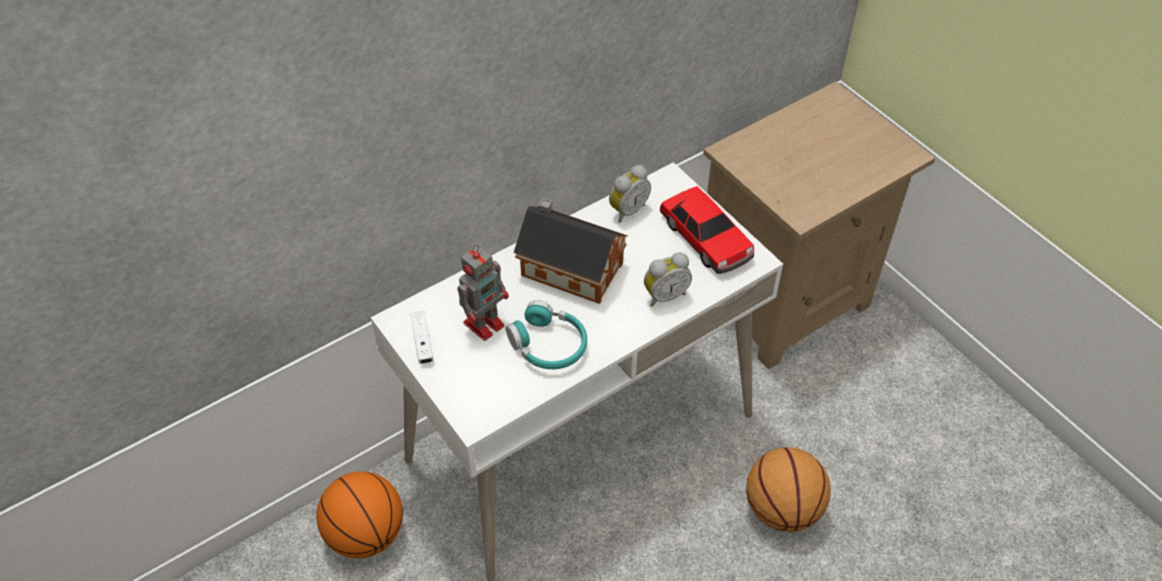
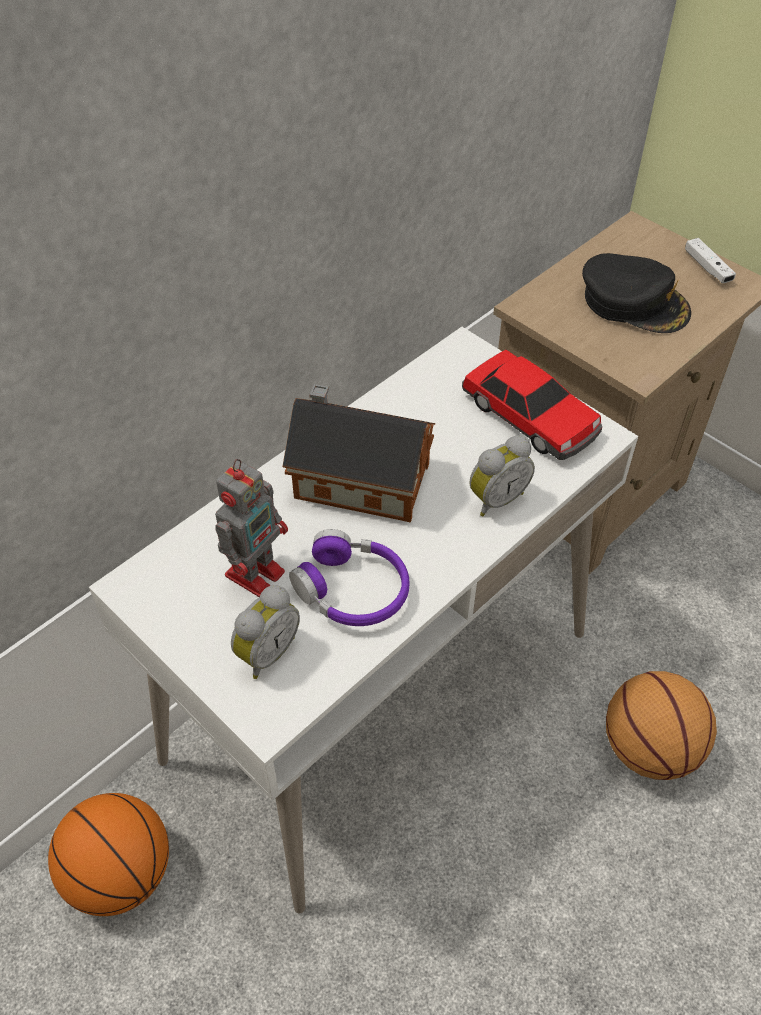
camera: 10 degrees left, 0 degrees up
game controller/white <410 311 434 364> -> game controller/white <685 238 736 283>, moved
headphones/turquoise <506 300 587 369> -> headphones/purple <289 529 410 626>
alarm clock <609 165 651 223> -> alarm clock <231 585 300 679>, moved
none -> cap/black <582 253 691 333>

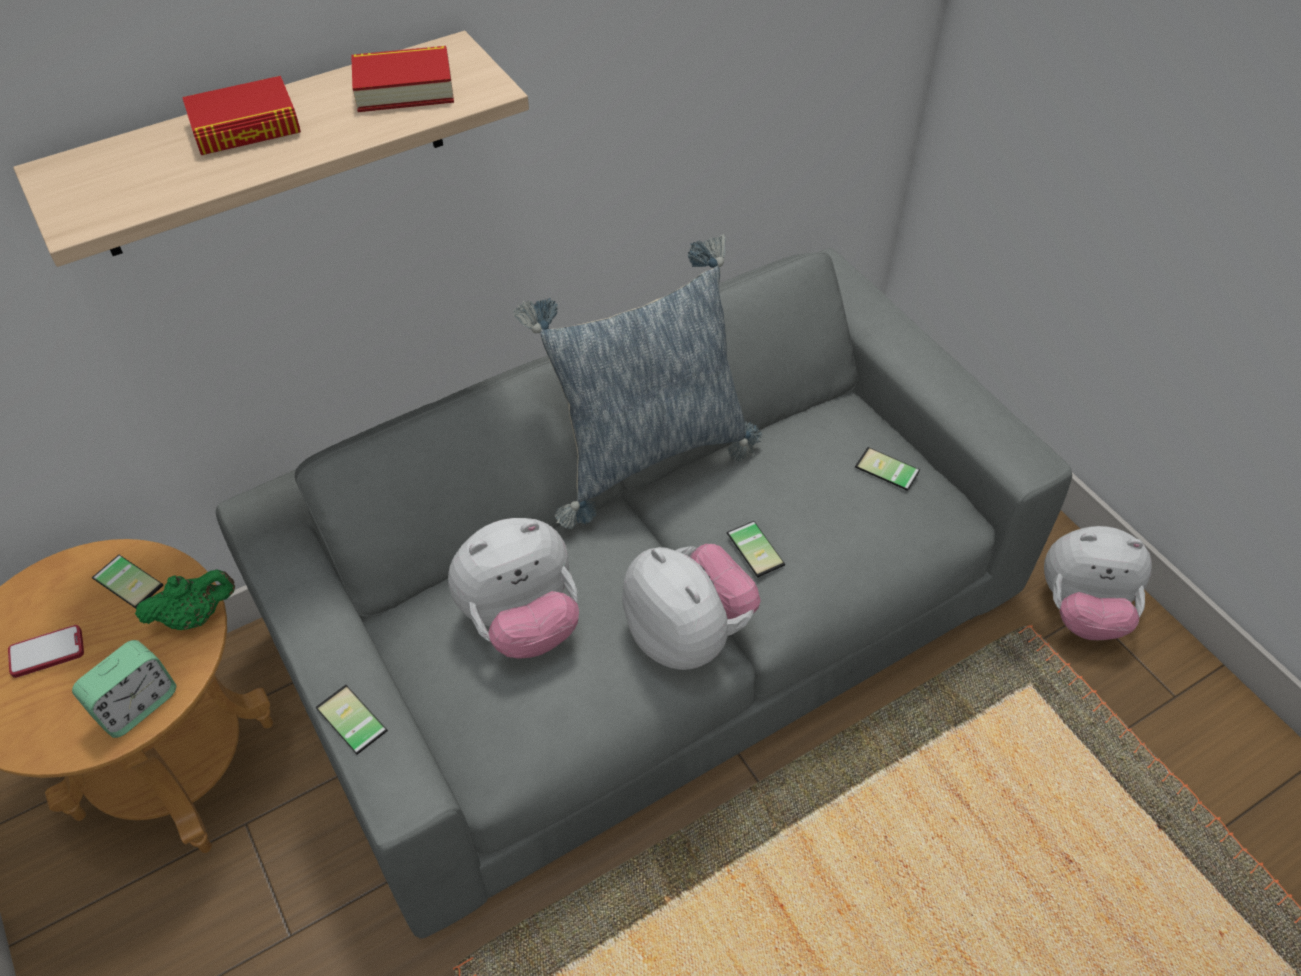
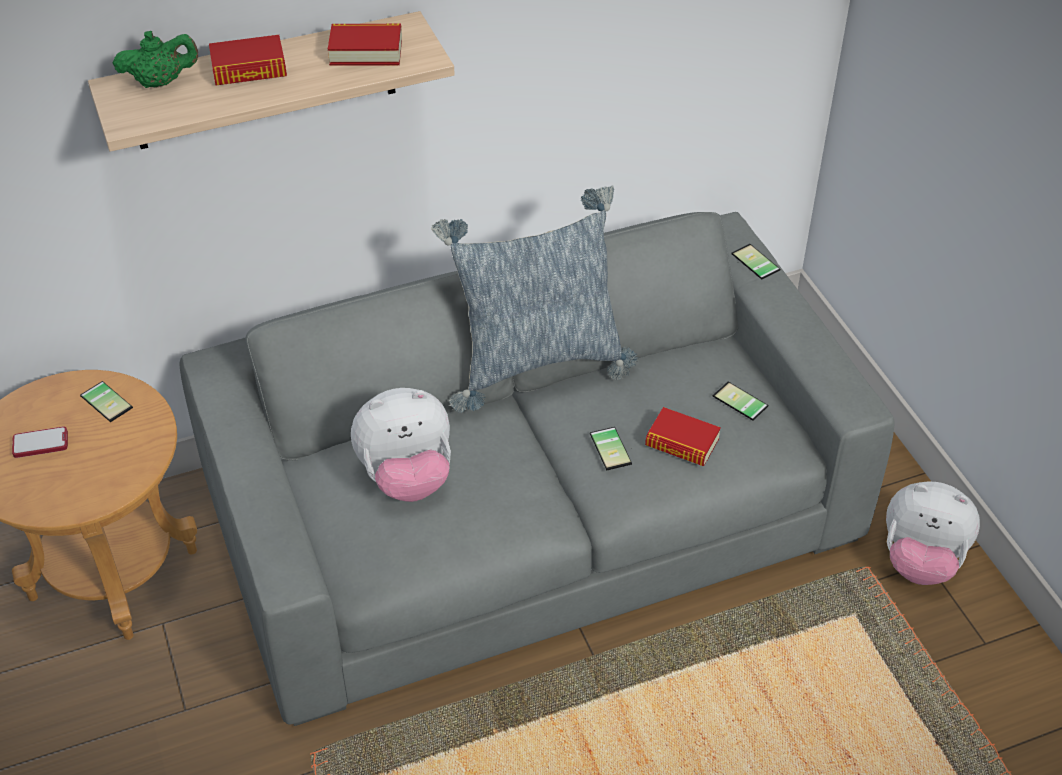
camera: 10 degrees right, 5 degrees down
alarm clock <72 640 176 738> -> none
teapot/green <135 569 235 630> -> teapot/green <113 30 198 88>, moved
phone <316 685 388 755> -> phone <731 244 780 280>, moved
plush toy <622 544 761 670> -> none
none -> book <645 407 721 466>

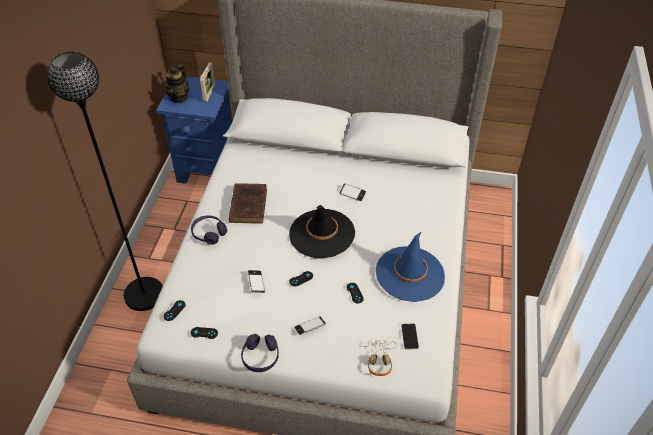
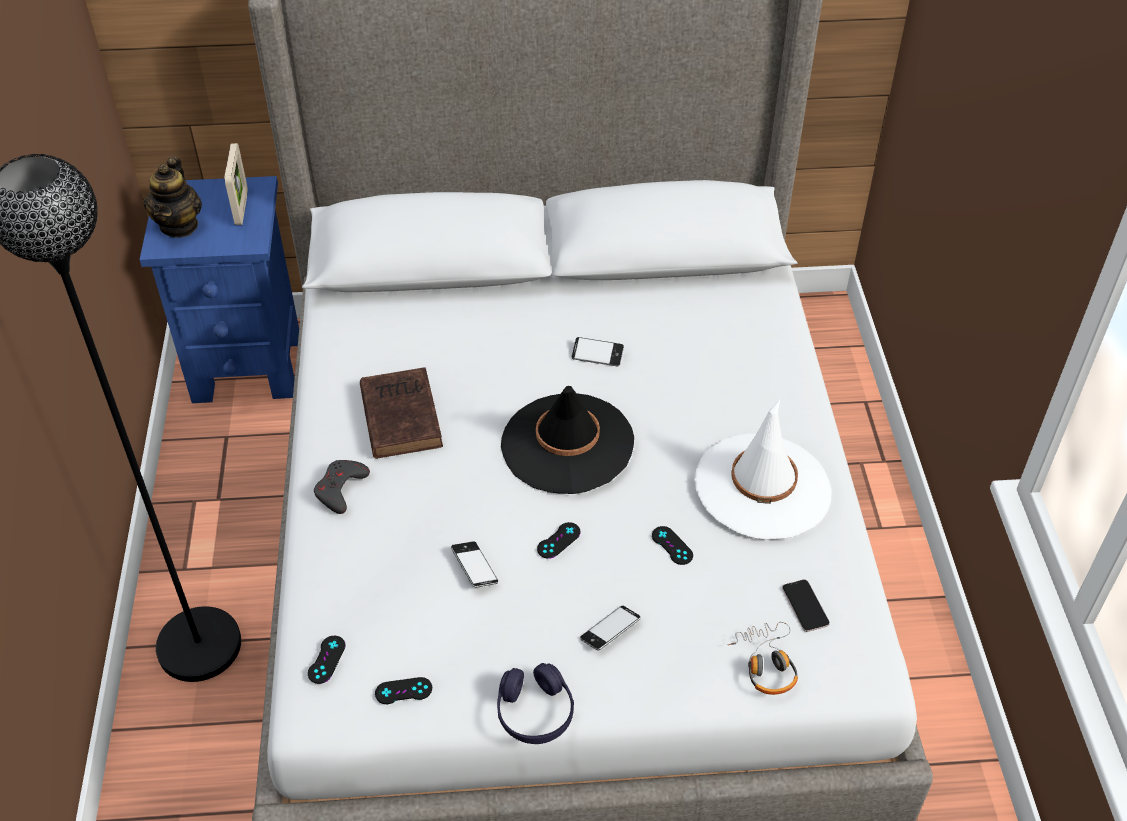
camera: 15 degrees left, 0 degrees up
headphones/purple <191 216 227 245> -> game controller/grey <314 460 370 514>
hat/blue <376 232 445 302> -> hat/white <694 400 832 540>

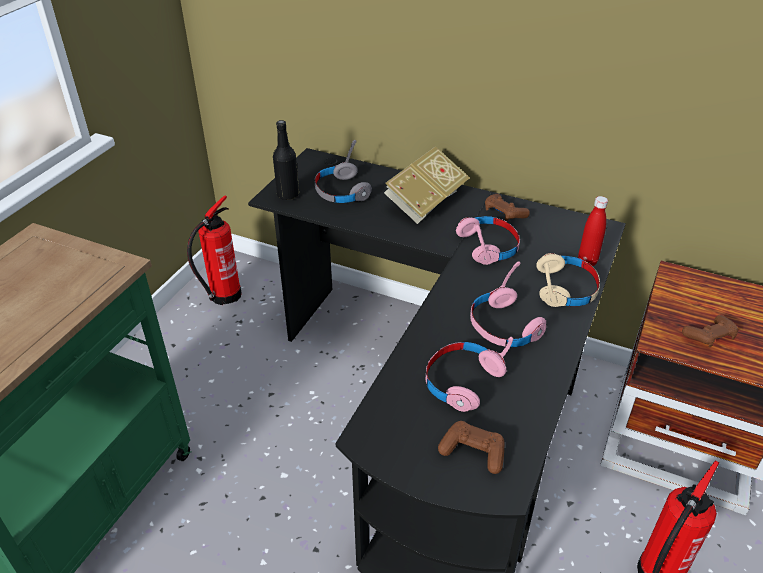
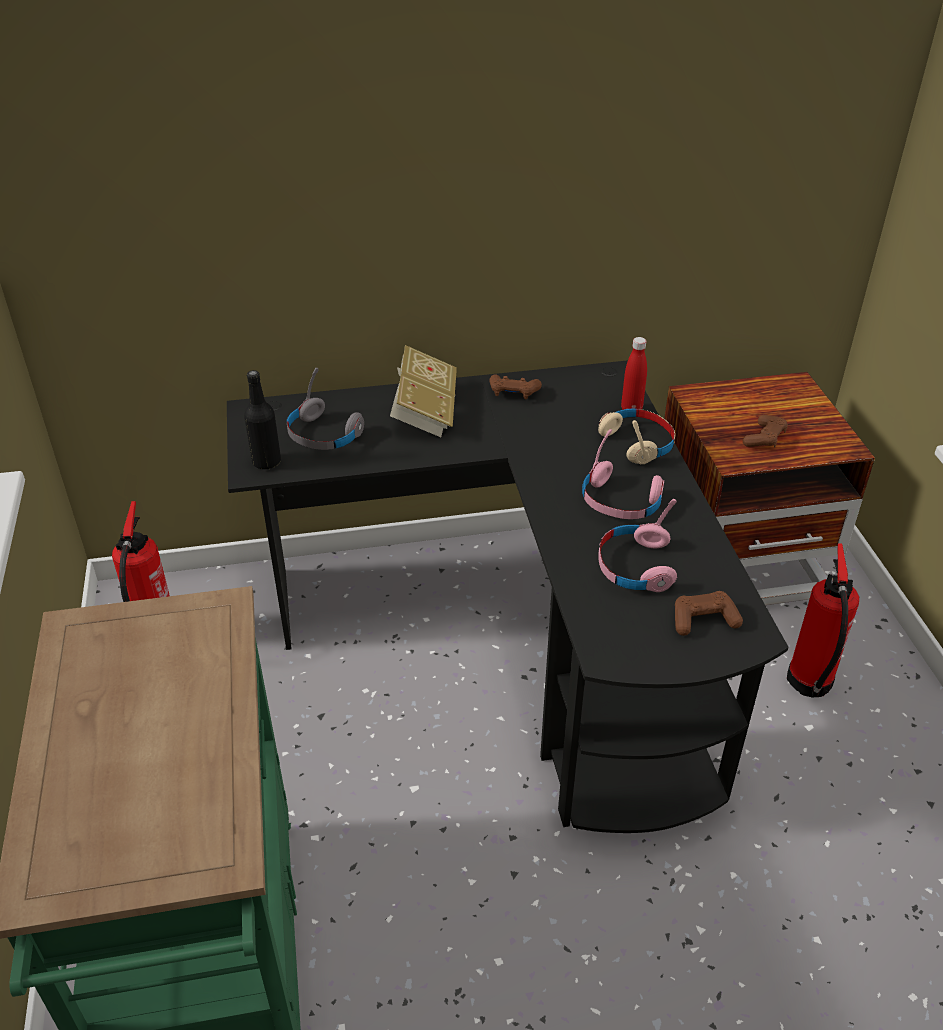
camera: 35 degrees left, 0 degrees up
headphones/pink <456 216 520 265> -> none

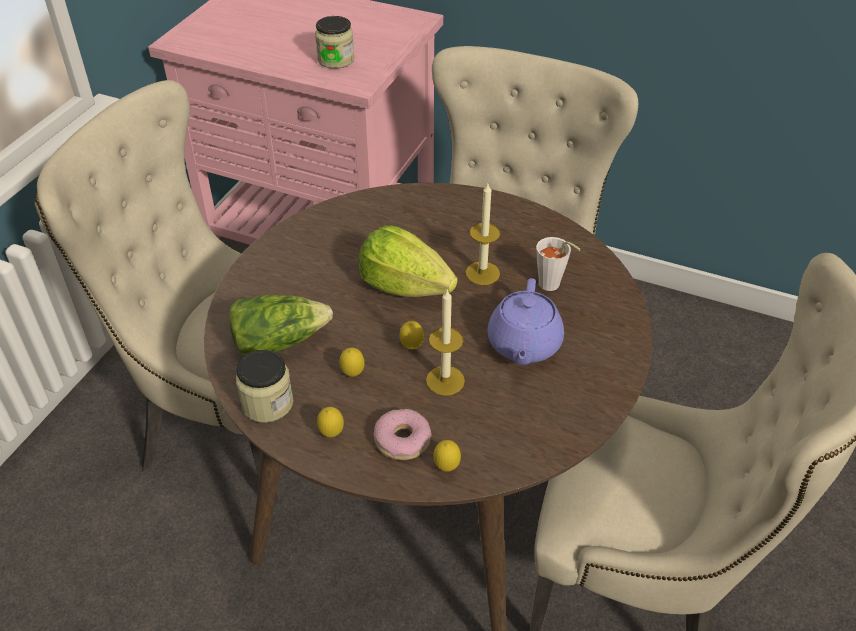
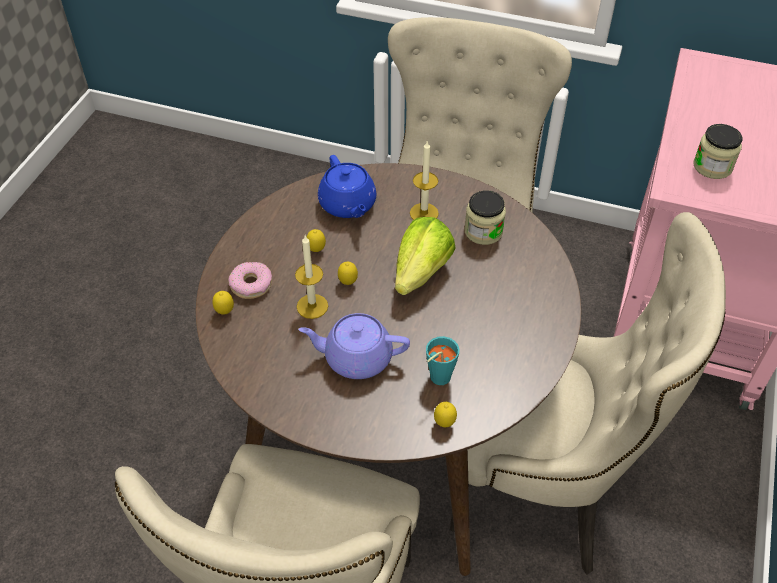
camera: 85 degrees right, 5 degrees up
lettuce <229 294 333 355> -> teapot/blue <318 155 376 218>
jar <236 350 294 423> -> jar <464 190 506 245>, moved
lemon <317 407 344 437> -> lemon <434 402 457 427>, moved
candle <466 184 500 285> -> candle <410 140 439 220>, moved
cup/white <536 237 581 291> -> cup/turquoise <426 336 460 385>

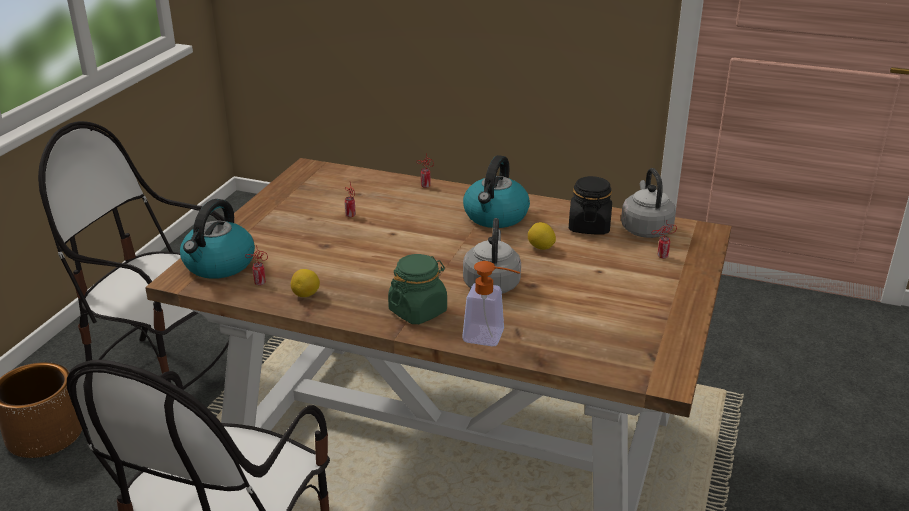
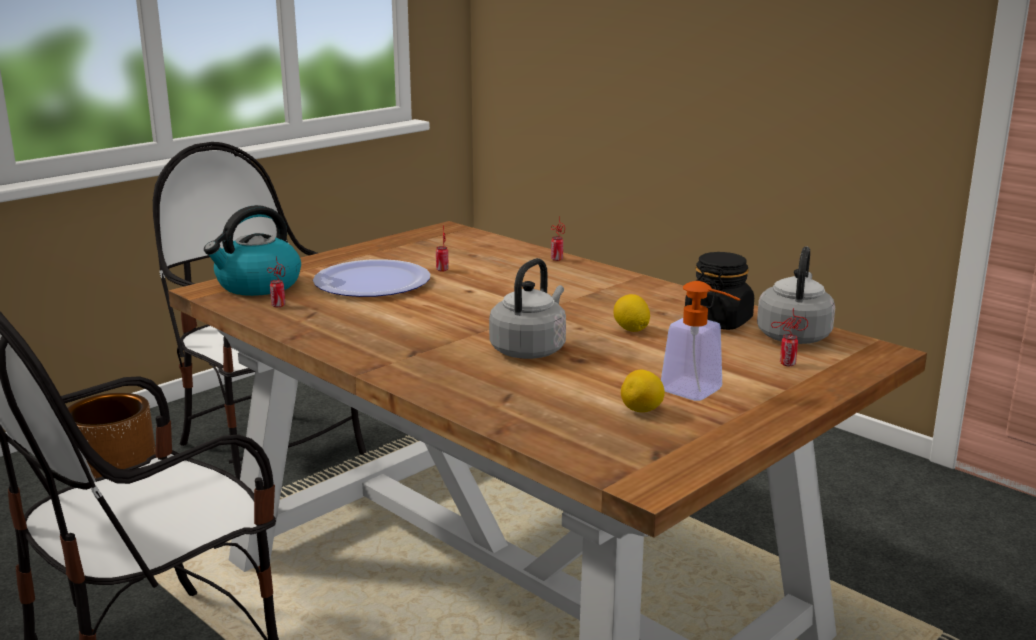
camera: 25 degrees right, 10 degrees down
lemon <291 269 320 297> -> lemon <621 370 665 412>, moved
jar/green <388 254 447 324> -> none
soap dispenser <462 261 520 347> -> soap dispenser <661 281 740 401>, moved
kettle <463 155 530 228> -> none
none -> plate <313 259 430 297>

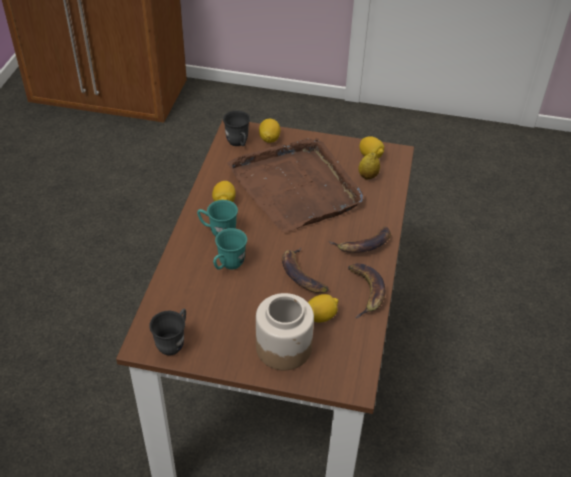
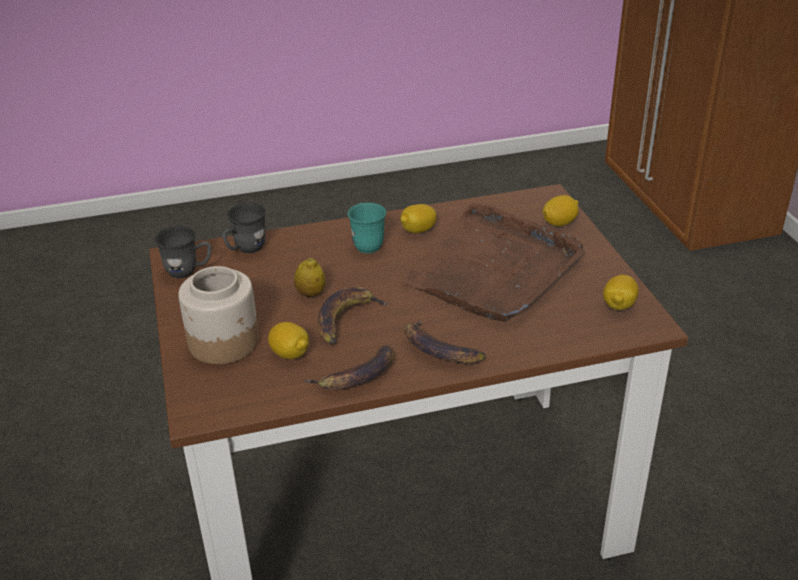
camera: 65 degrees right, 10 degrees down
mug/turquoise <213 228 247 269> -> none
mug/grey <223 110 250 146> -> mug/grey <222 203 266 253>, moved
lemon <359 152 380 180> -> lemon <294 258 325 297>, moved

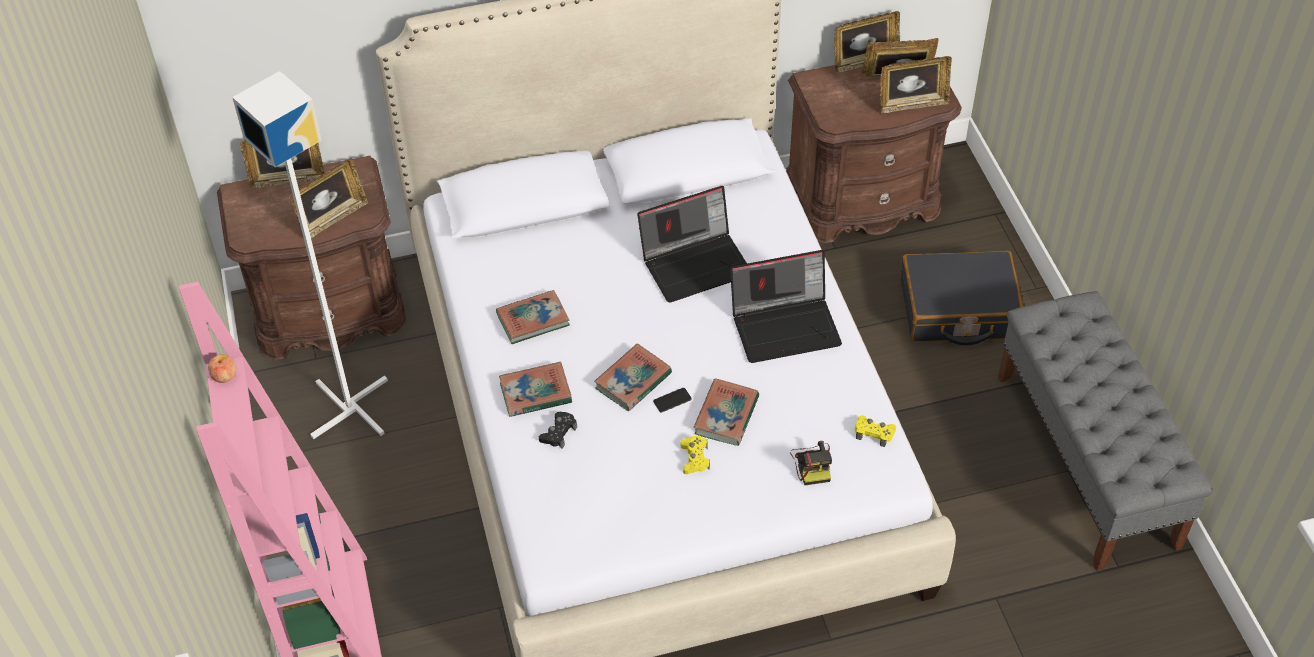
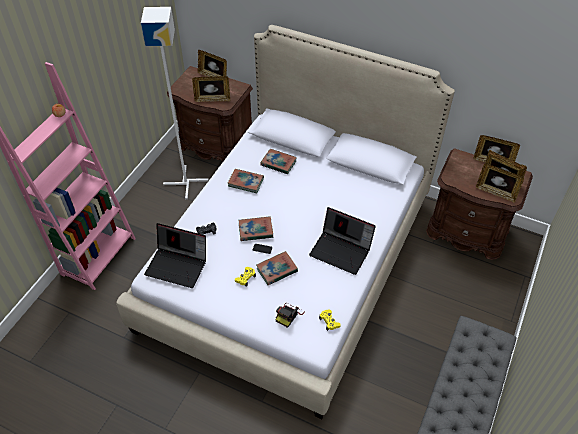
camera: 40 degrees right, 0 degrees up
book <499 362 572 417> -> book <261 149 297 175>, moved
laptop <637 186 747 303> -> laptop <144 223 206 288>, moved
suitcase/black <900 250 1024 345> -> none

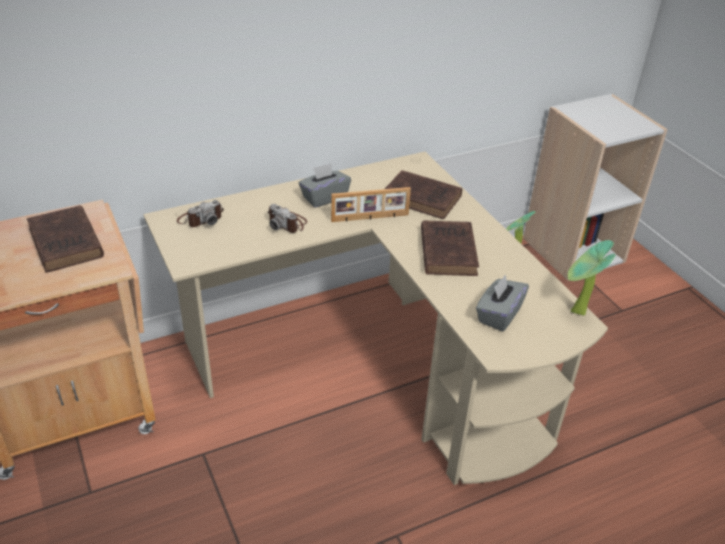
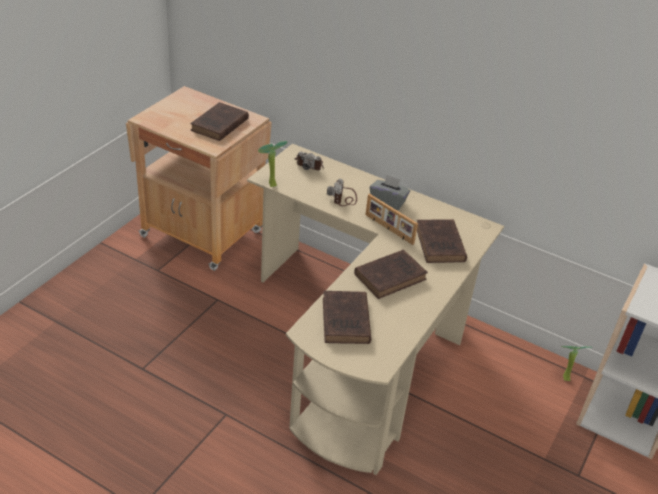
camera: 55 degrees right, 0 degrees up
tissue box/grey <476 274 529 332> -> book/brown <323 291 371 344>
potted plant <568 240 616 316> -> potted plant <258 141 288 187>, moved

